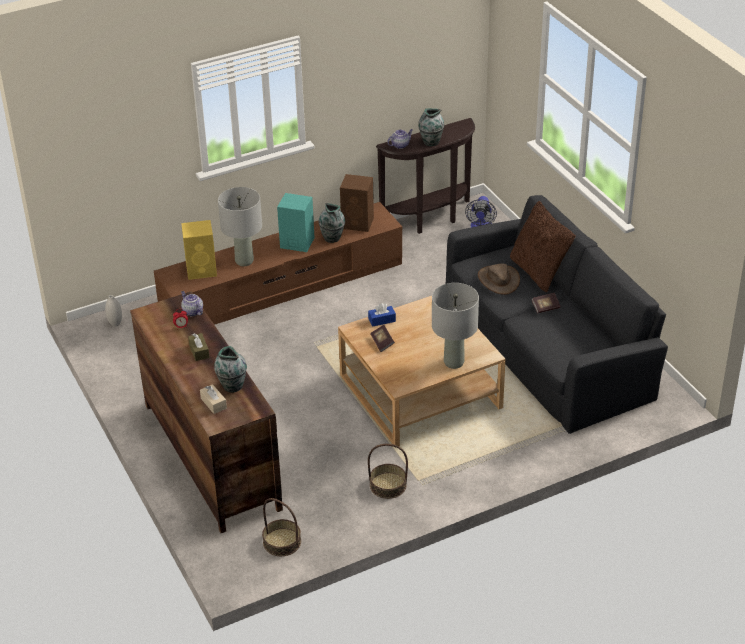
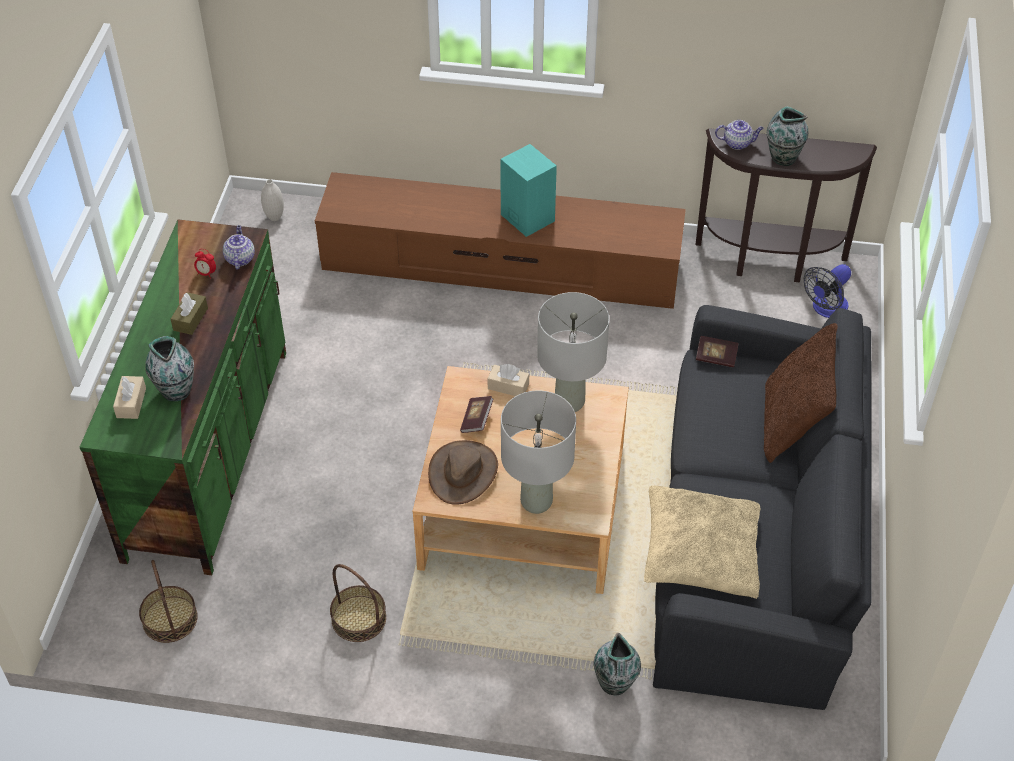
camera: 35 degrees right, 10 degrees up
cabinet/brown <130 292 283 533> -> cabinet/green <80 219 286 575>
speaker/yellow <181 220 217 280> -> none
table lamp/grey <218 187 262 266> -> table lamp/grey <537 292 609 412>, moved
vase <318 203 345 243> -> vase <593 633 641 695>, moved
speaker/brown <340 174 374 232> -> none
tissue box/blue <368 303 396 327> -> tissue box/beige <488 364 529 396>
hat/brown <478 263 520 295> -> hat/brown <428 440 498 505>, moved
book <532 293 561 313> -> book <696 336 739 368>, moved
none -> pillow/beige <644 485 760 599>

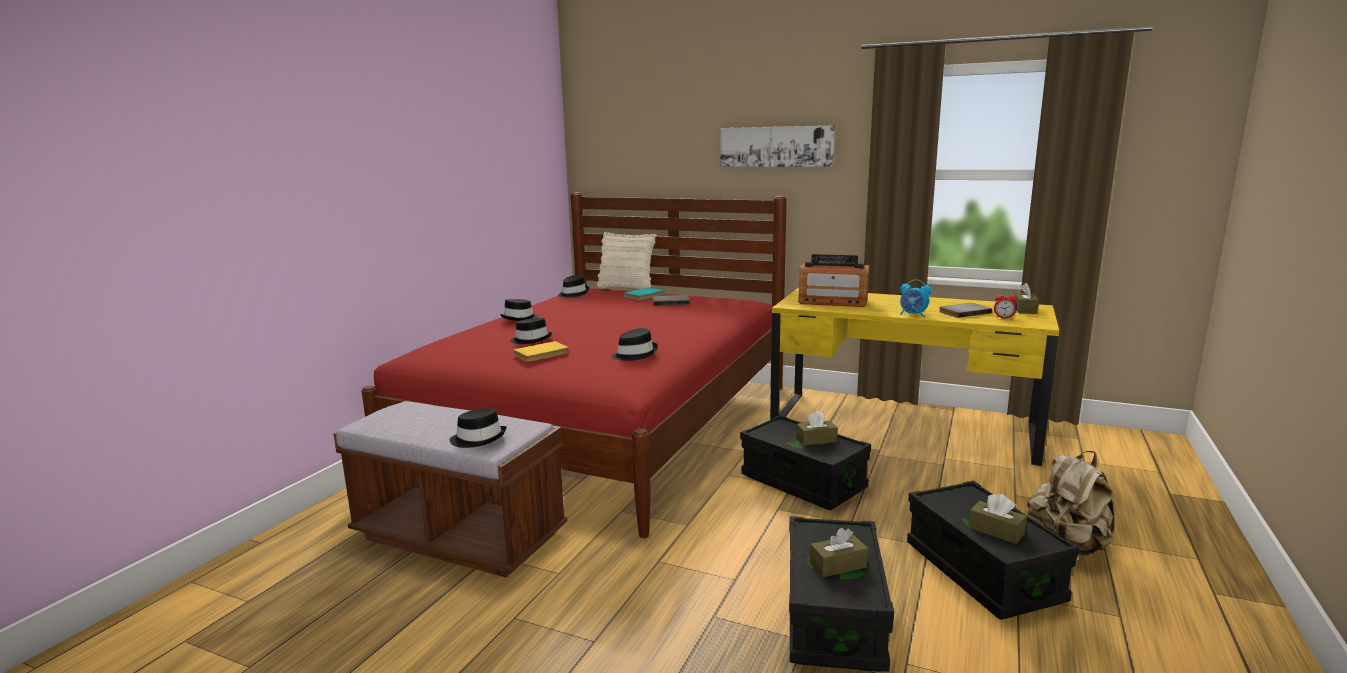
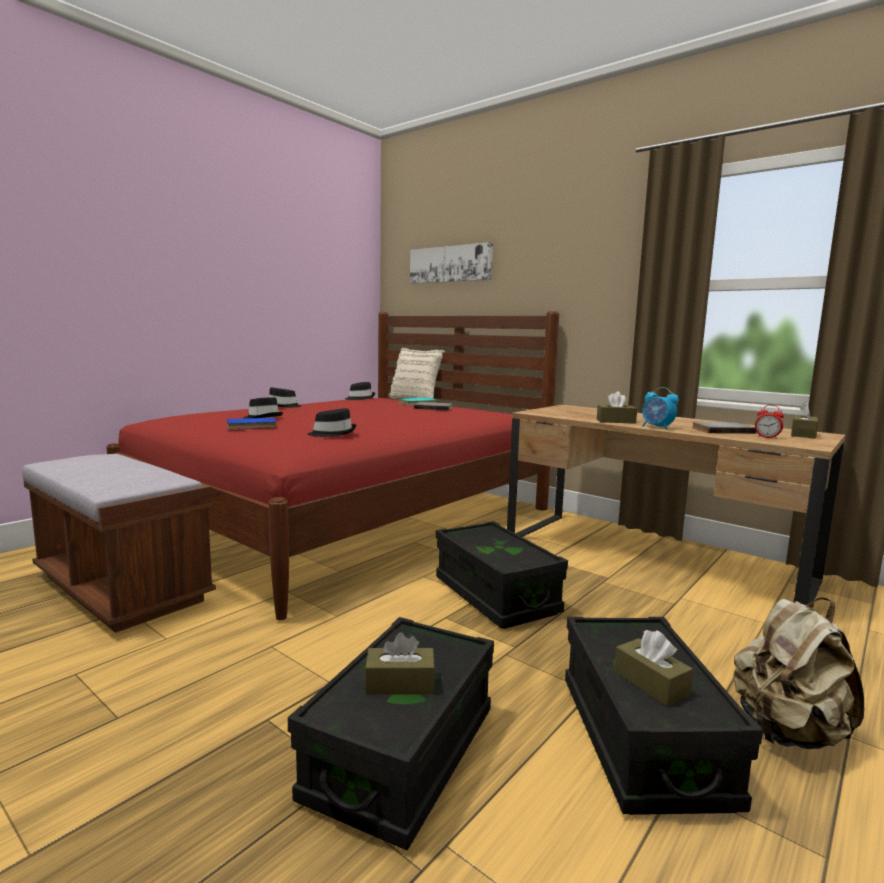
camera: 15 degrees right, 5 degrees down
hat/black <449 408 507 448> -> none
book/yellow <513 341 569 362> -> book/blue <227 418 277 429>
picture <721 125 835 167> -> picture <410 242 493 284>, moved
desk/yellow <770 288 1059 466> -> desk/brown <507 405 845 605>
tissue box/brown <796 411 838 446> -> tissue box/brown <597 391 637 424>, moved
radio <798 254 869 307> -> none

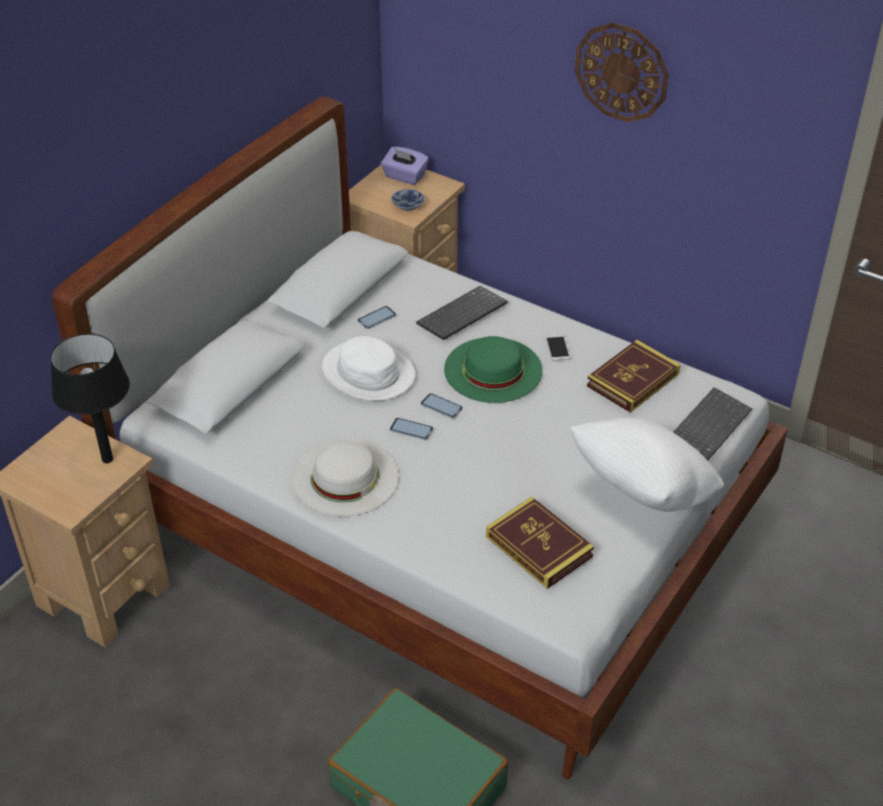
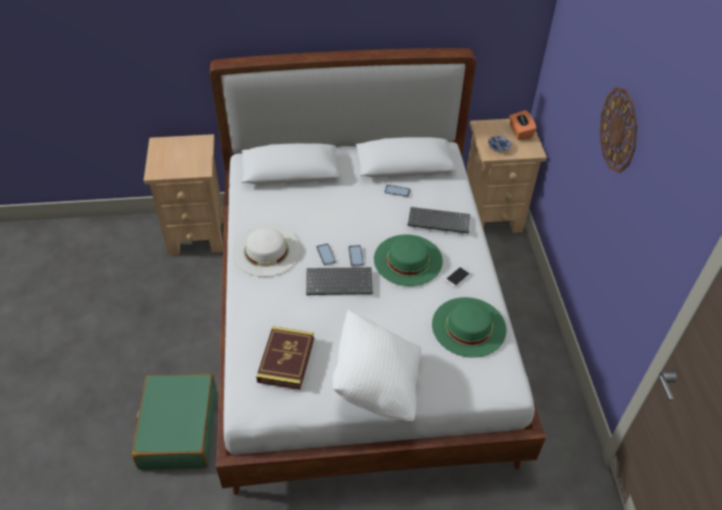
camera: 50 degrees right, 5 degrees up
table lamp/black <50 334 130 463> -> none
hat/white <322 336 415 401> -> none
tissue box/purple <381 147 429 185> -> tissue box/orange <509 110 537 140>
book <587 340 681 413> -> hat/green <432 297 506 358>
keyboard <673 387 752 461> -> keyboard <306 267 373 295>, moved

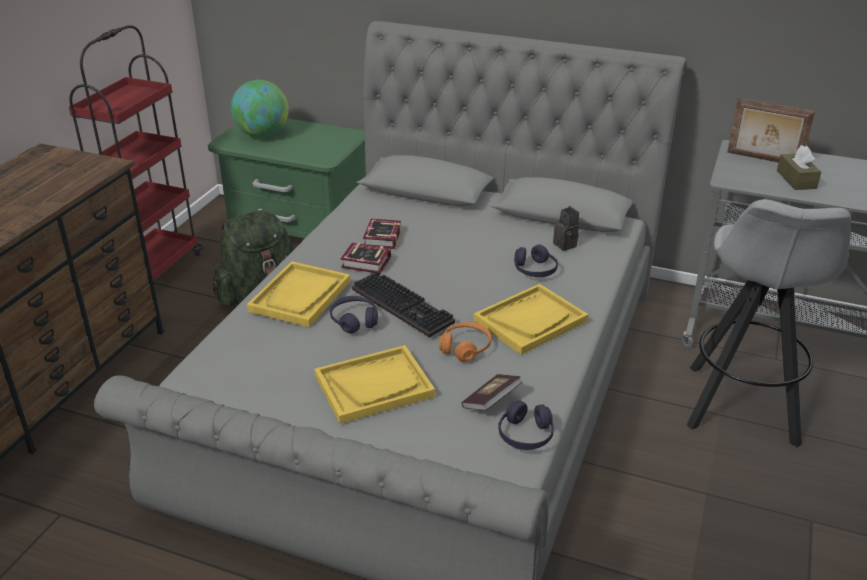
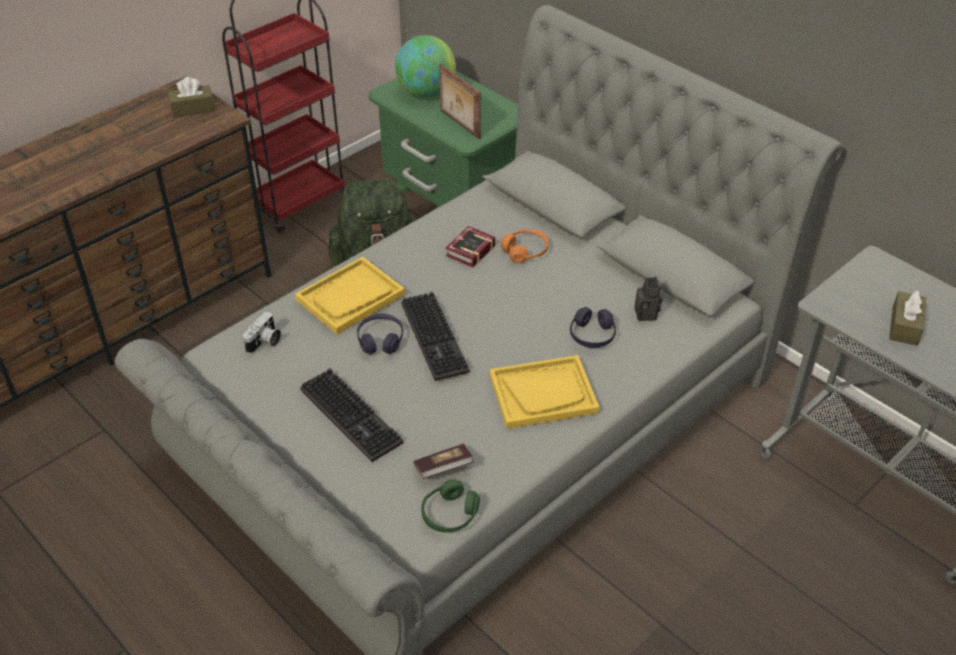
camera: 25 degrees right, 10 degrees up
tray/yellow <315 345 435 424> -> keyboard <300 368 403 462>
book <341 243 391 274> -> none
headphones/orange <439 322 491 362> -> headphones/orange <501 229 549 263>, moved
headphones/purple <498 400 554 450> -> headphones/green <421 479 480 533>
stool/grey <687 199 851 447> -> none
picture frame <727 98 815 163> -> picture frame <439 64 481 139>, moved
none -> tissue box/brown <168 77 215 118>
none -> photo camera <243 312 281 354>

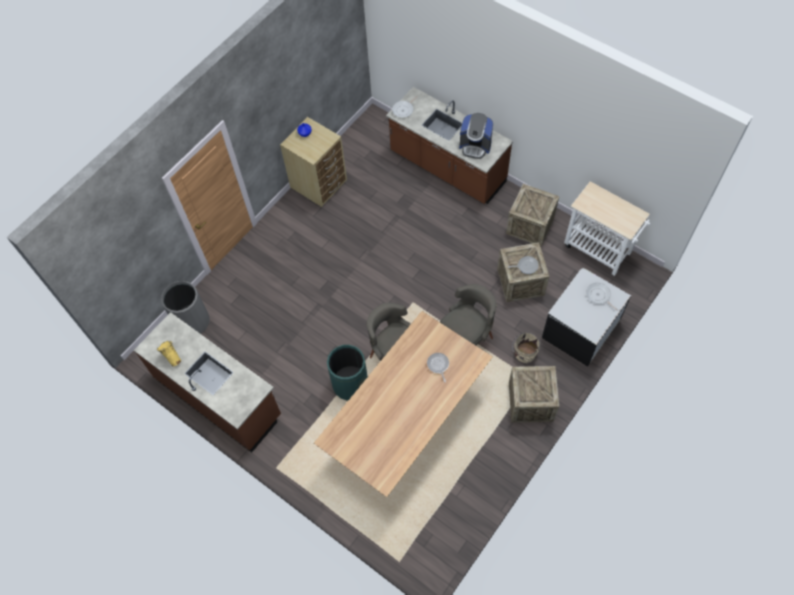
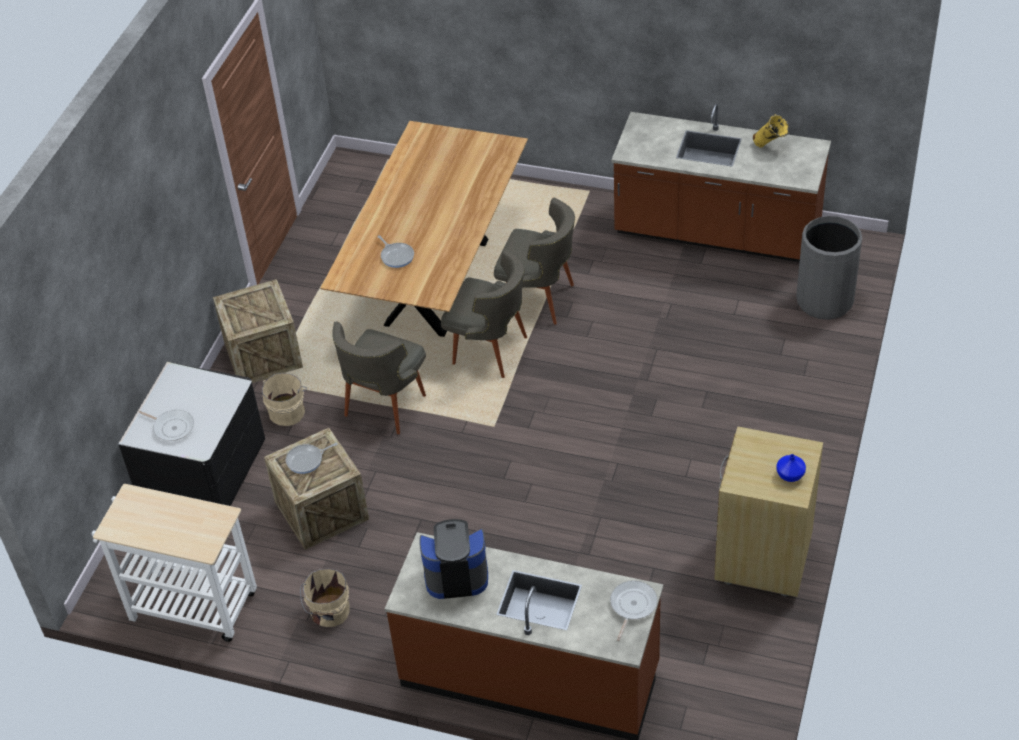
camera: 160 degrees right, 15 degrees down
trash can/green <327 345 368 401> -> chair/grey <494 198 575 325>
crate <506 184 559 247> -> bucket/beige <300 569 350 627>

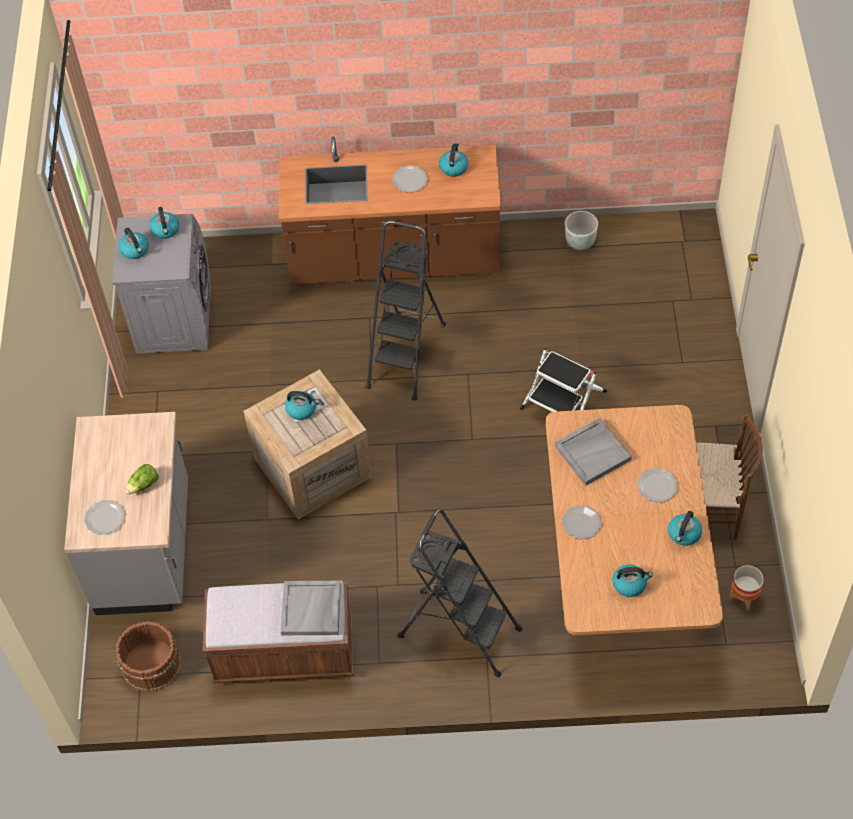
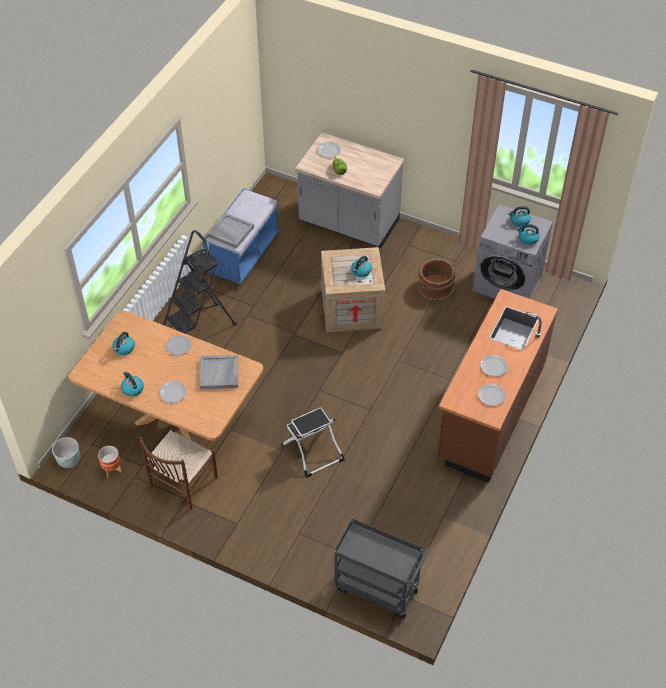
camera: 115 degrees right, 5 degrees down
bucket/brown <115 621 182 692> -> bucket/brown <418 259 455 301>, moved
bench/brown <202 581 354 683> -> bench/blue <202 188 280 284>
step ladder <365 220 446 401> -> none
kettle <439 143 468 177> -> plate <478 384 506 406>
planter/grey <565 211 598 250> -> planter/grey <52 437 80 468>, moved
none -> cart/grey <334 519 430 619>

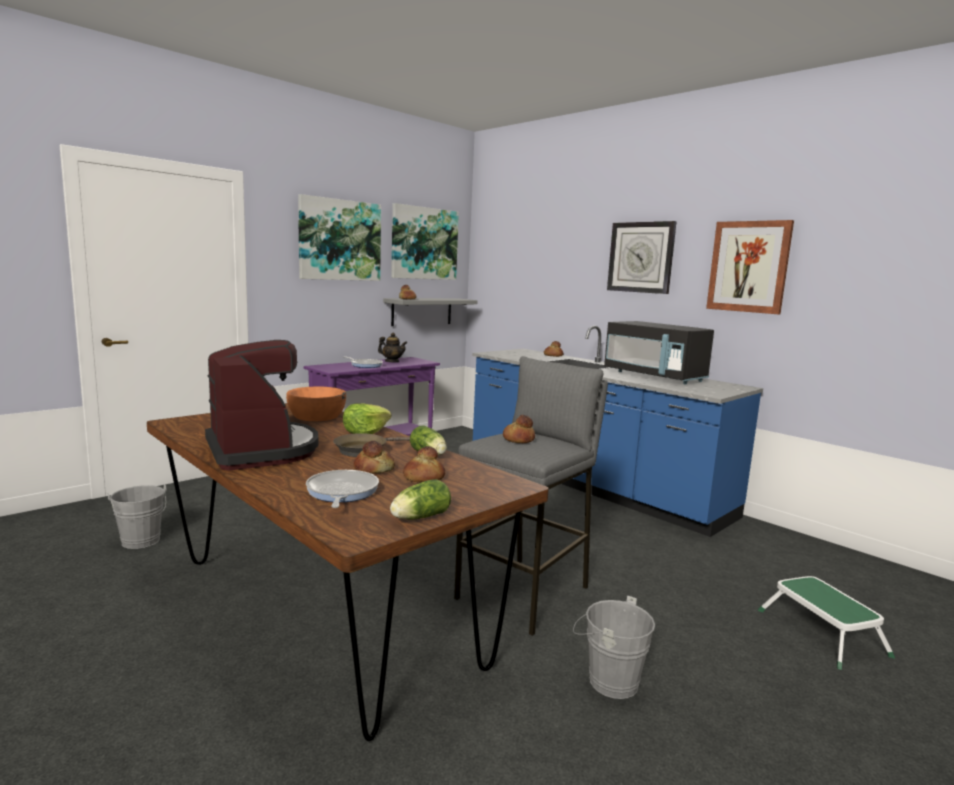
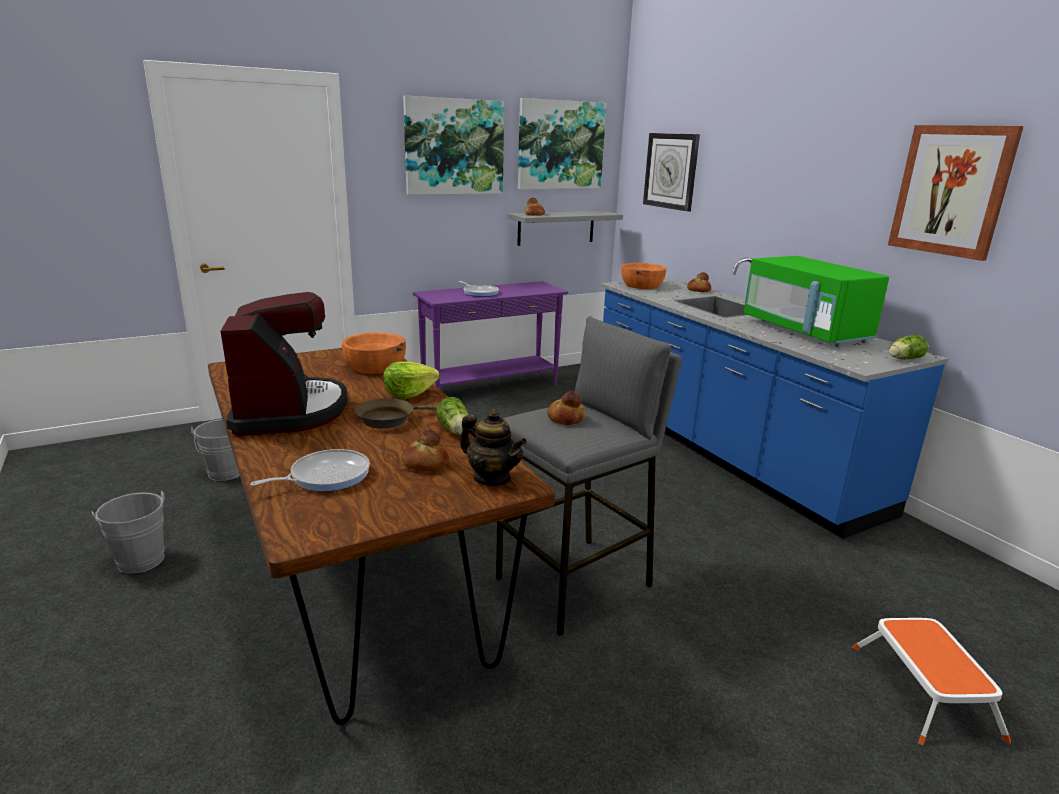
camera: 15 degrees right, 10 degrees up
frying pan <306 470 379 508> -> frying pan <250 449 370 492>, 45 degrees clockwise
bread <353 441 395 474> -> none
teapot <378 332 407 363> -> teapot <460 409 527 486>, moved
lettuce <390 479 451 520> -> lettuce <889 335 929 359>, moved
bucket/grey <573 596 655 699> -> bucket/grey <92 491 165 574>, moved
microwave/black <604 321 714 384> -> microwave/green <744 256 889 347>
wall clock <607 221 677 294> -> wall clock <643 133 700 212>, moved
step ladder/green <758 576 895 670> -> step ladder/orange <852 618 1011 746>
none -> bowl/orange <621 263 666 289>

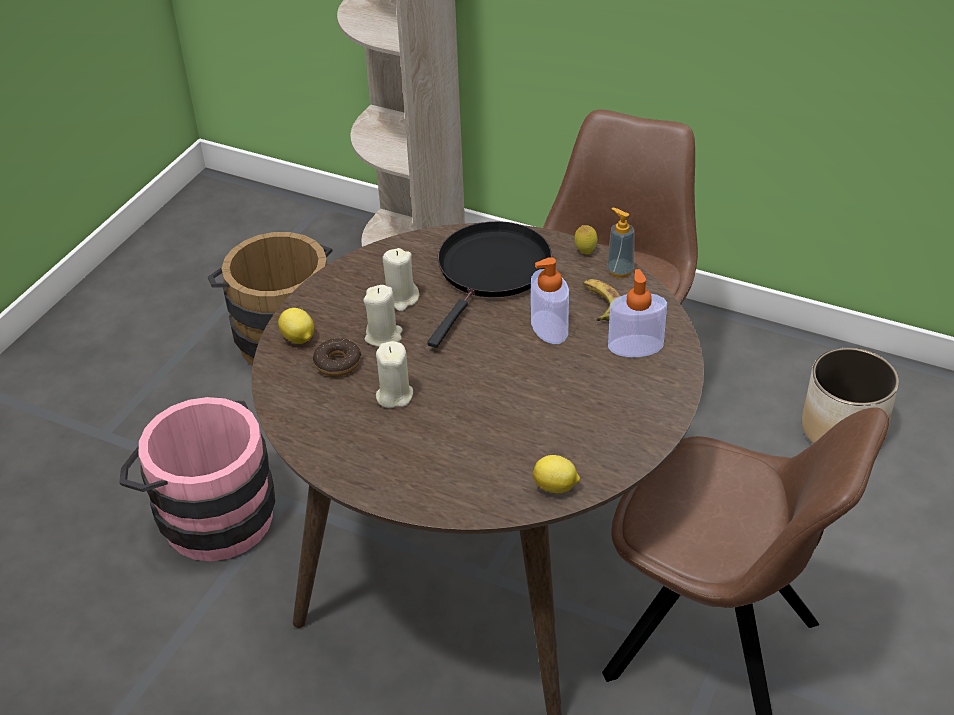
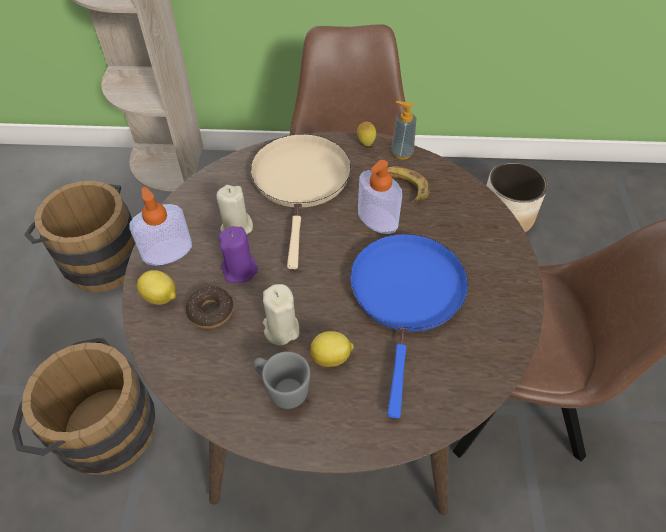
camera: 25 degrees left, 10 degrees up
bucket/pink <119 397 275 561> -> bucket/brown <12 337 155 475>
candle/beige <363 285 403 347> -> candle/purple <218 226 258 283>
frying pan/black <427 221 552 348> -> frying pan/beige <250 134 351 269>
lemon <533 455 580 493> -> lemon <310 331 354 367>, moved
soap dispenser <608 269 667 357> -> soap dispenser <129 187 192 266>, moved
none -> mug/grey <253 352 310 409>
none -> frying pan/blue <350 234 468 418>

